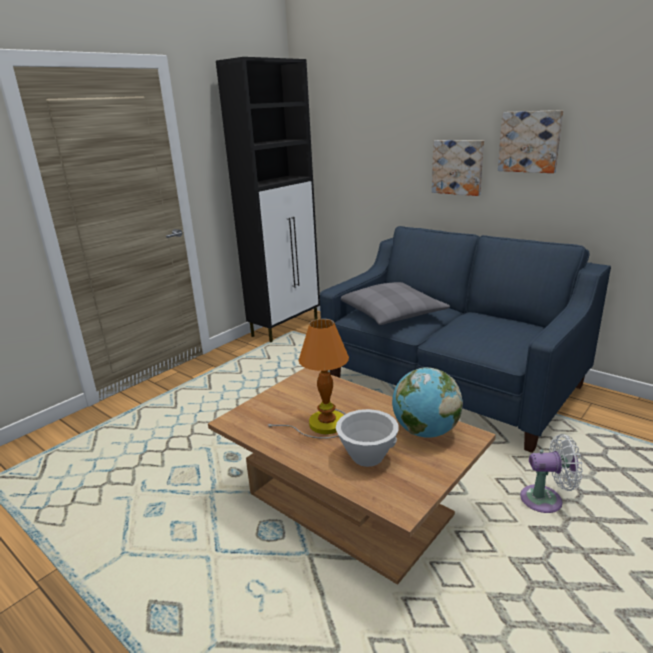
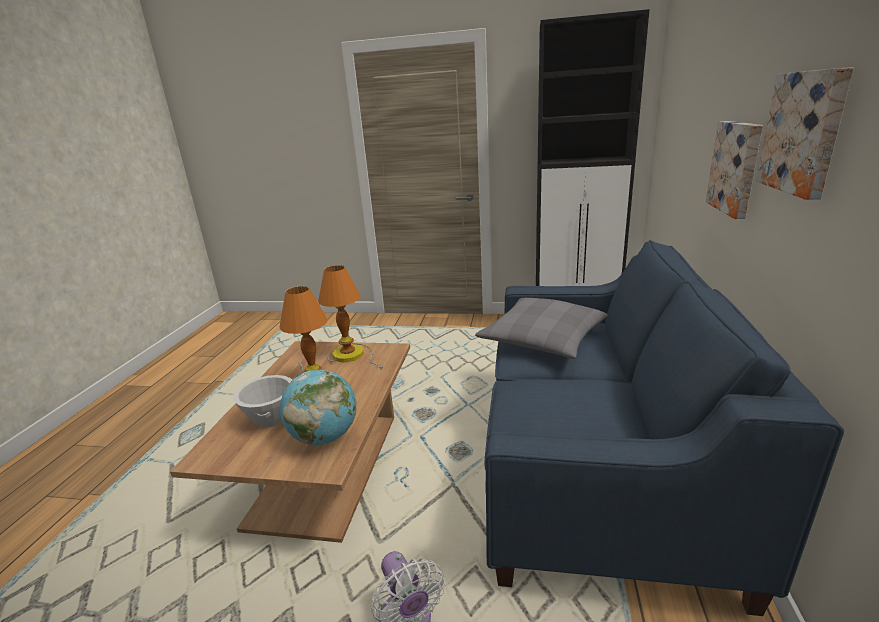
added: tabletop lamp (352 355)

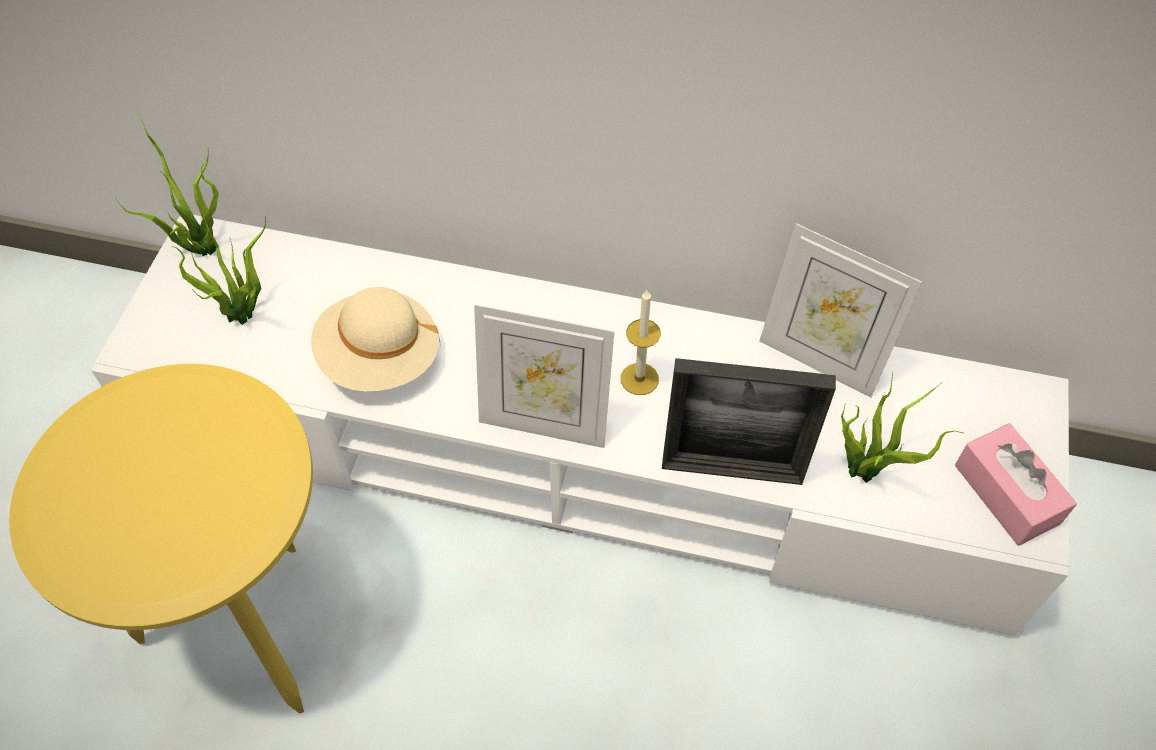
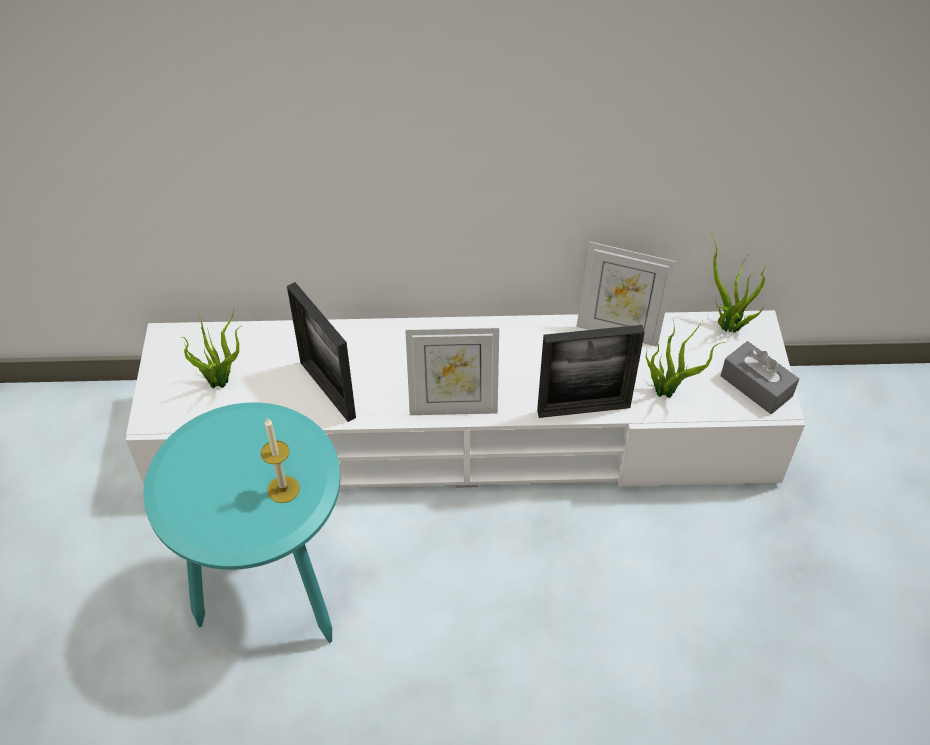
moved: houseplant (200 247) to (727 327); wax light (639 379) to (283 489)
replaced: hat in beige (379 358) to photo frame (327 389)
recoloured: accent table in yellowish (251 623) to accent table in blue-green (274 595); tissue holder in pinkish (1006 494) to tissue holder in greyish (756 386)

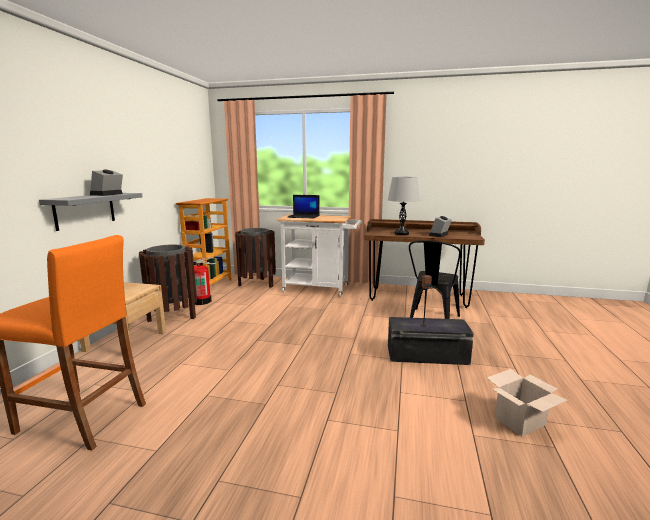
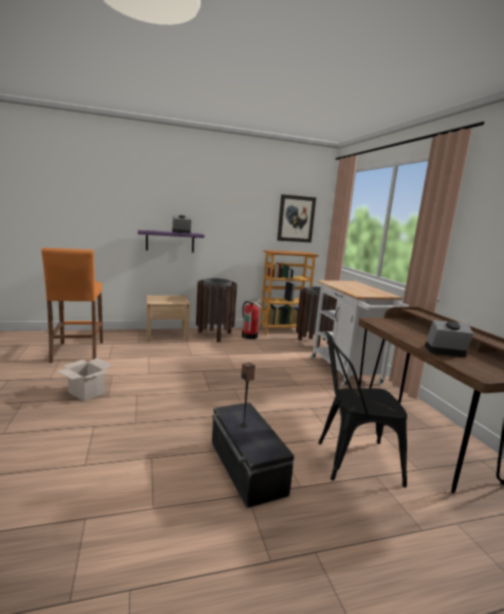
removed: laptop (304 216); tabletop lamp in greyish (401 234)
added: picture (296 219)
moved: carton (520 422) to (85 392)
recoloured: shelf in greyish (85 210) to shelf in purple (170 241)

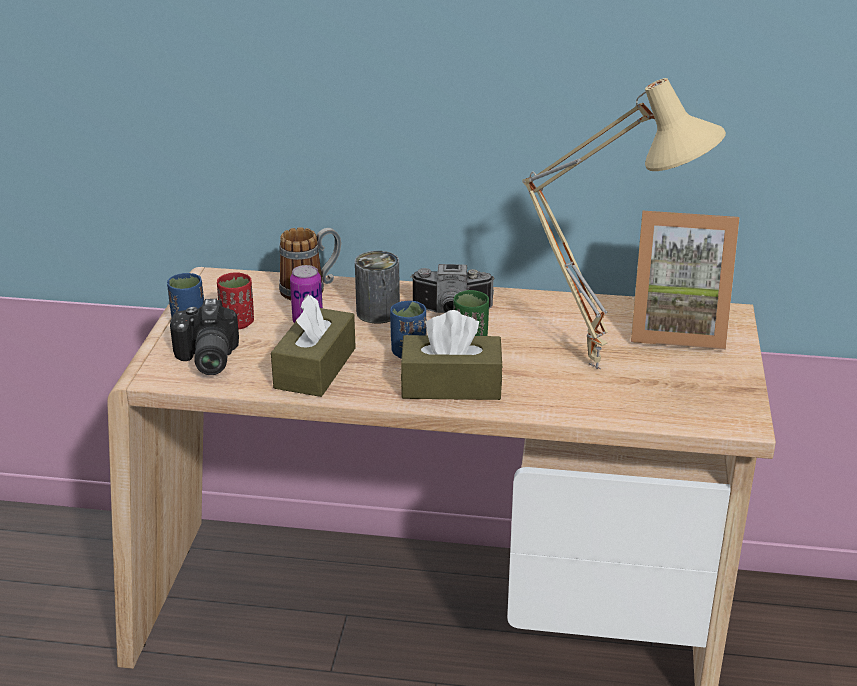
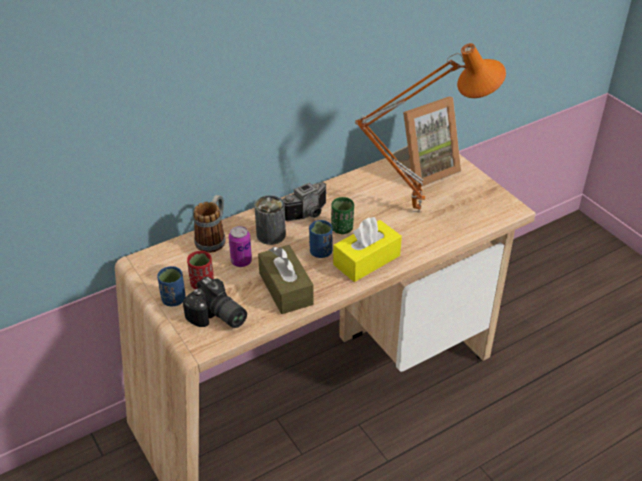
recoloured: tissue holder in brown-coloured (451 385) to tissue holder in yellowish (366 260); tabletop lamp in beige (598 365) to tabletop lamp in orange-coloured (417 210)

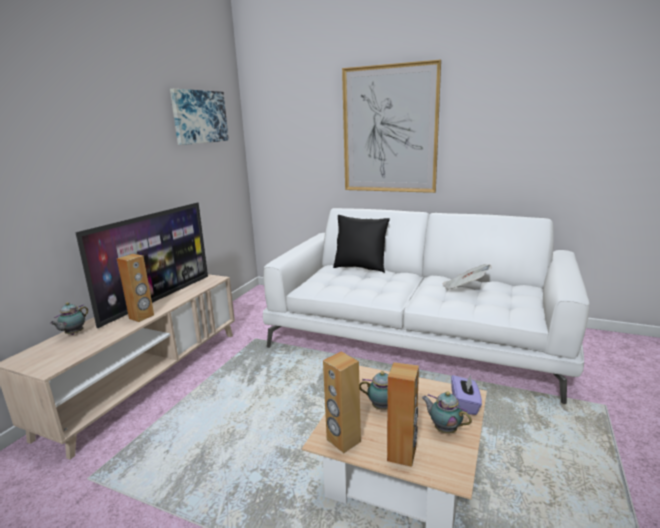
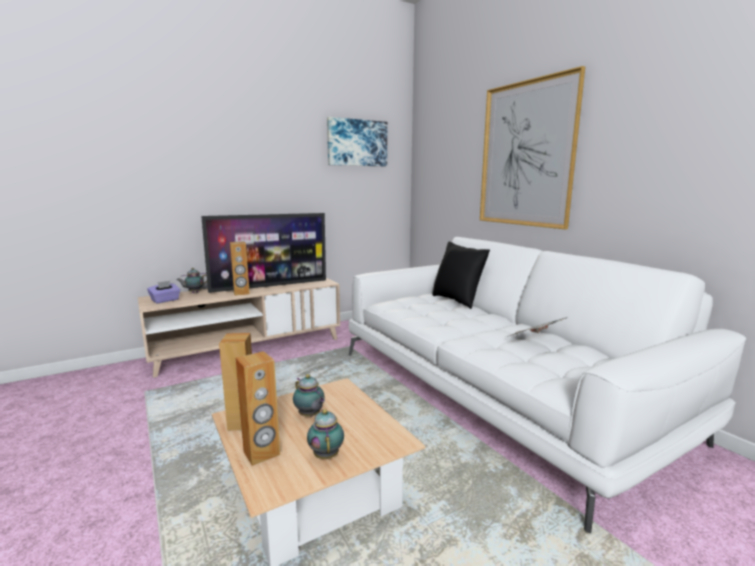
moved: tissue holder in purple (465 404) to (165 300)

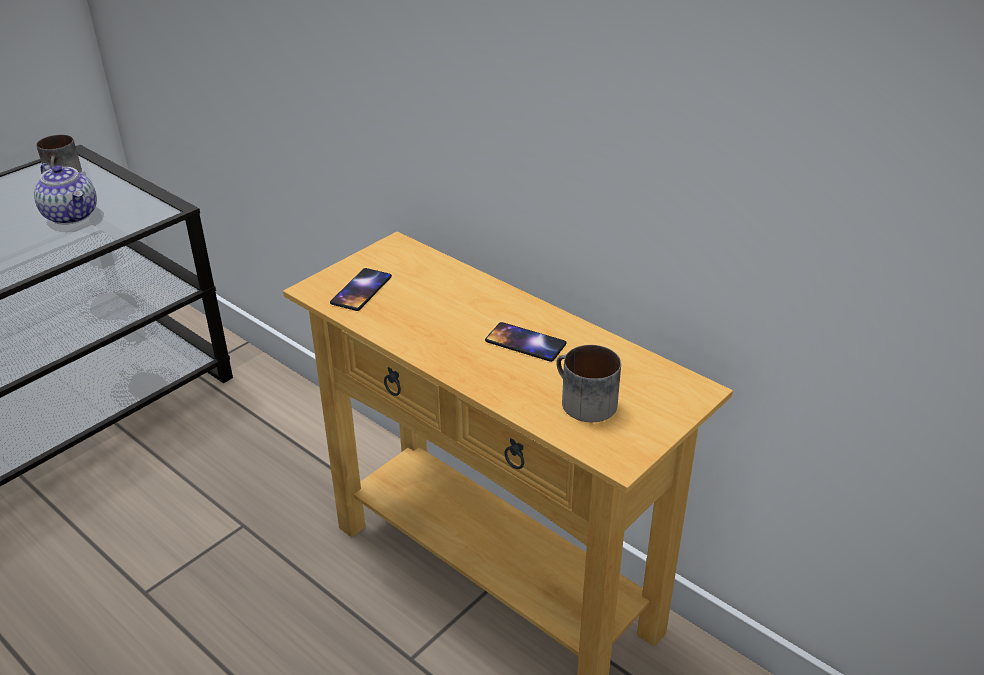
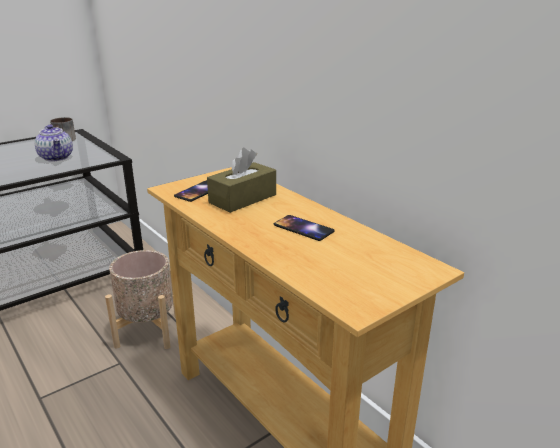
removed: coffee mug (582 402)
added: planter in beige (148 331); tissue holder in brown-coloured (243 199)

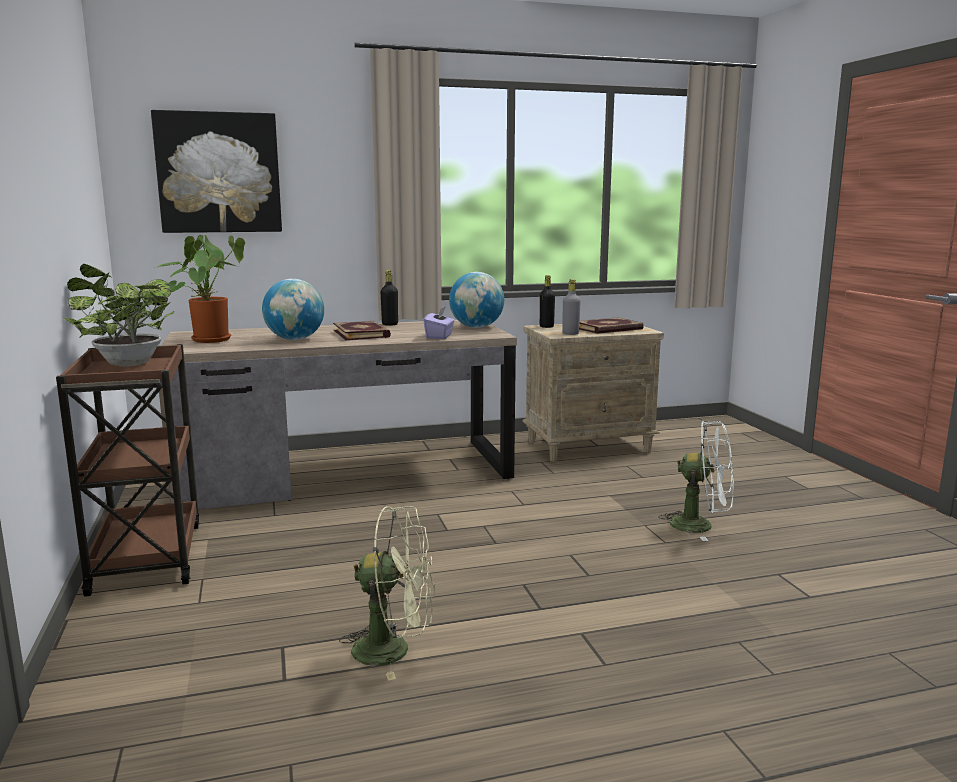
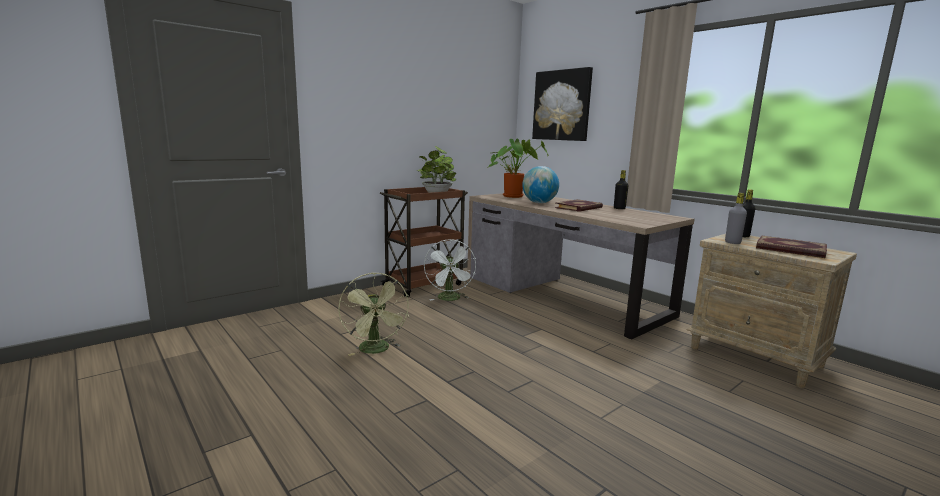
removed: tissue holder in purple (439 336); world globe (476 327)
moved: fan in whitish (701 526) to (450 299)

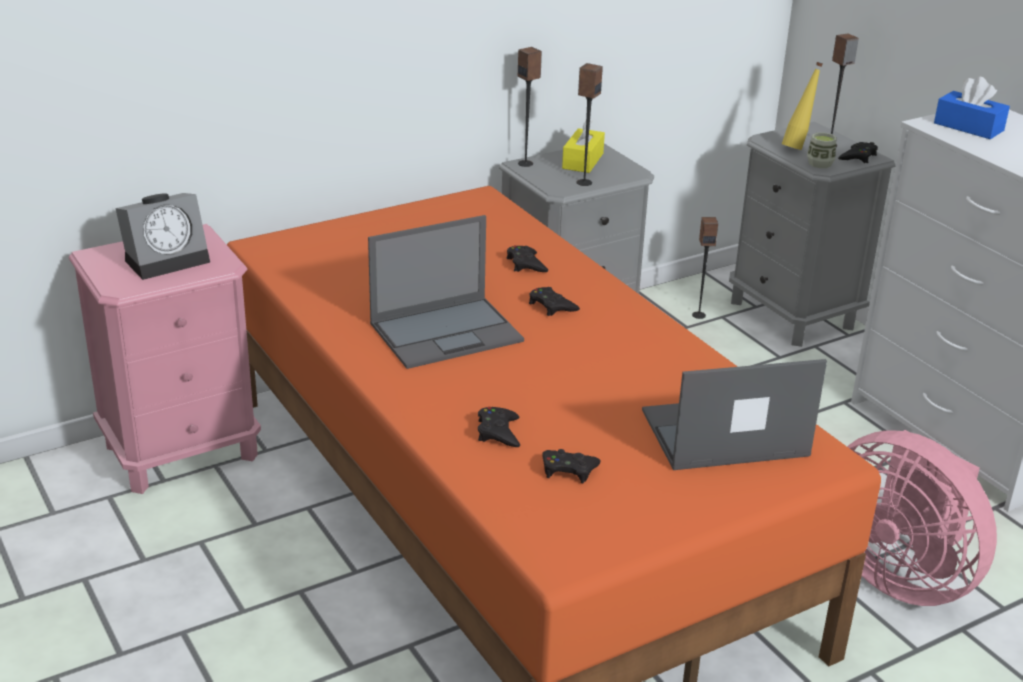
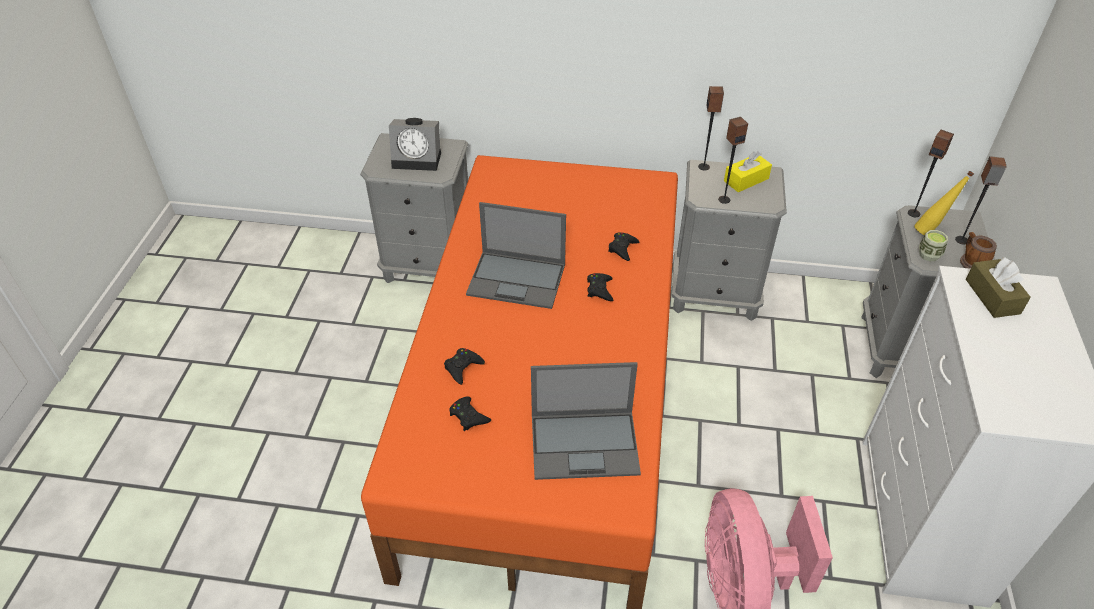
moved: speaker (698 315) to (914 213)
replaced: game controller in black-coloured (858 157) to coffee mug (972 261)
recoloured: night table in pinkish (182 451) to night table in greyish (429 265); tissue holder in blue (968 127) to tissue holder in brown-coloured (992 296)
turned: laptop (722 434) = (586 444) 150 degrees clockwise

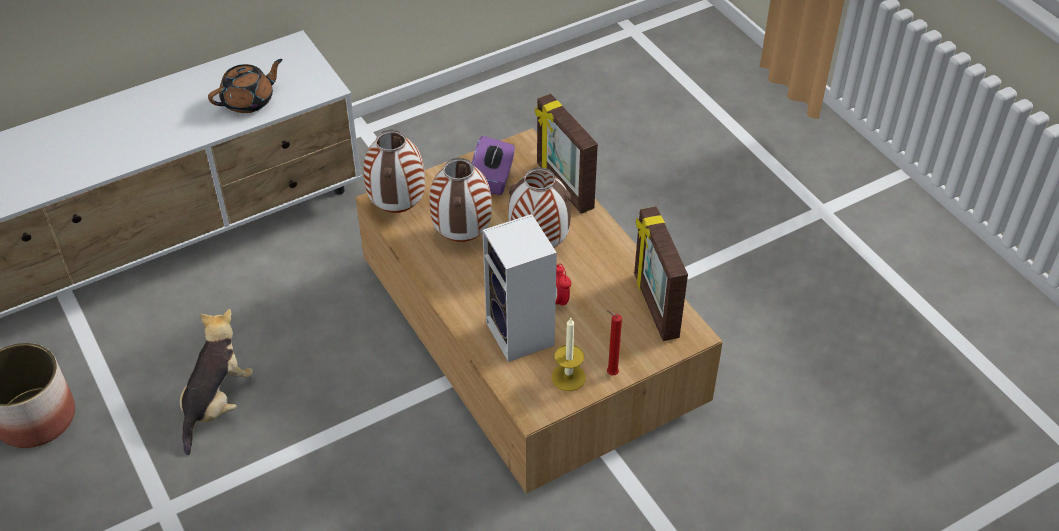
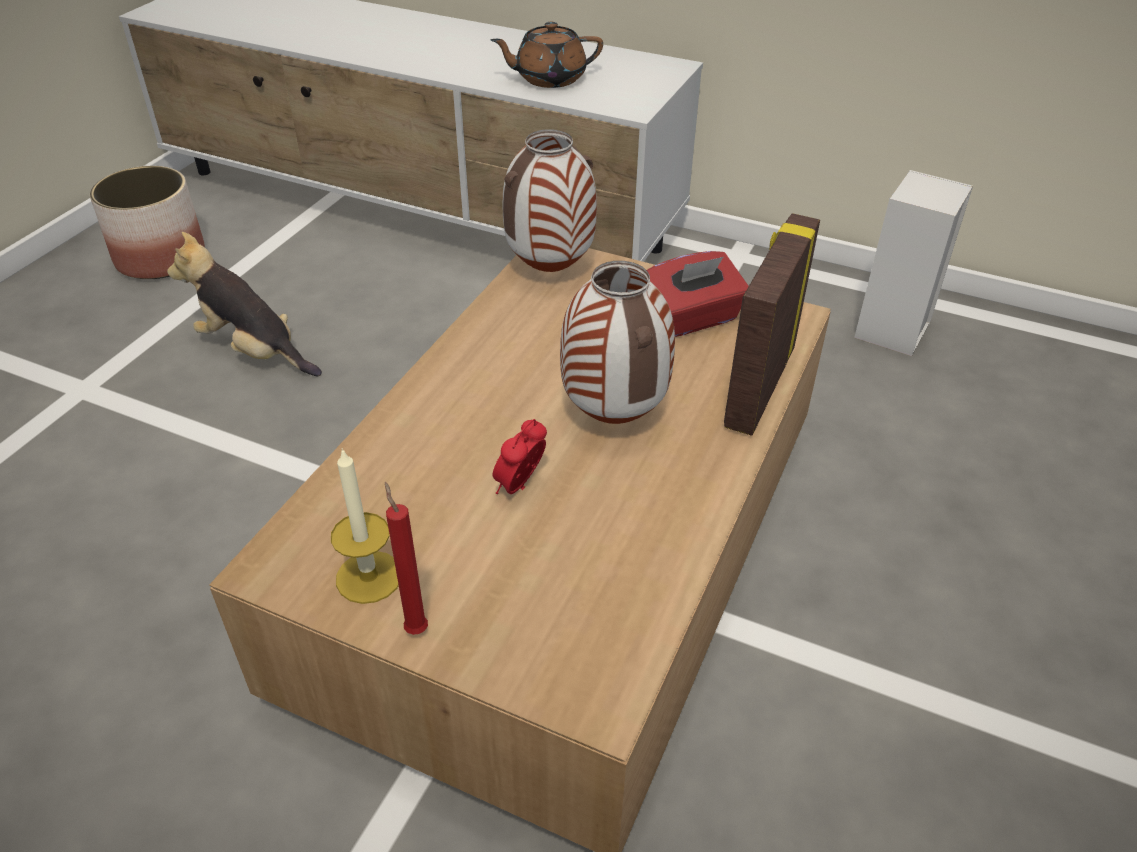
removed: decorative vase (461 236); photo frame (654 306)
moved: speaker (522 335) to (893 332)
recoloured: tissue holder in purple (493 179) to tissue holder in red (692 318)
turned: plush toy (217 403) = (254 351) 135 degrees counterclockwise; tea pot in brown-coloured (249 101) = (549 78) 150 degrees clockwise

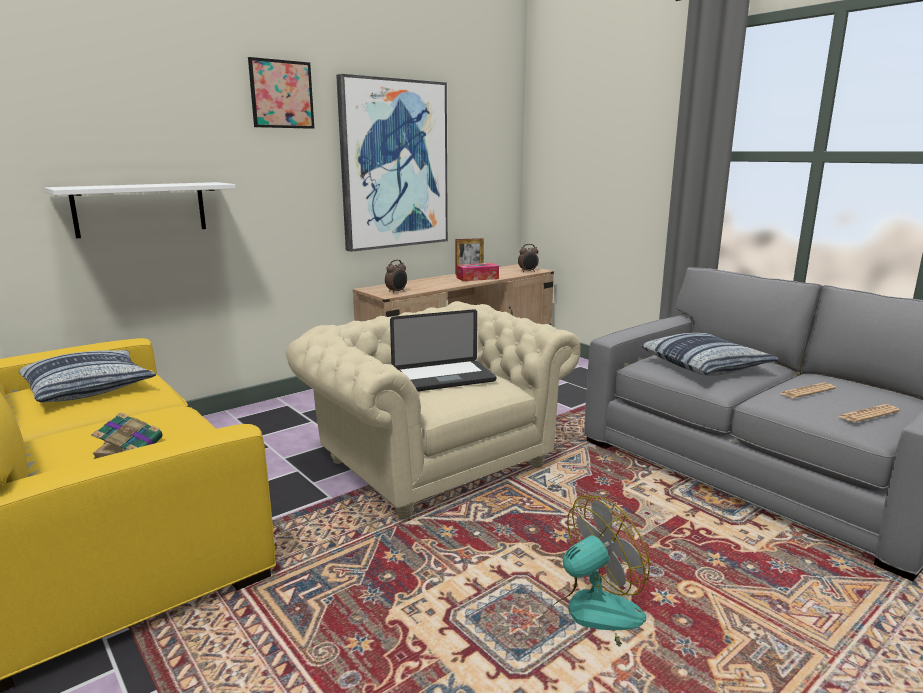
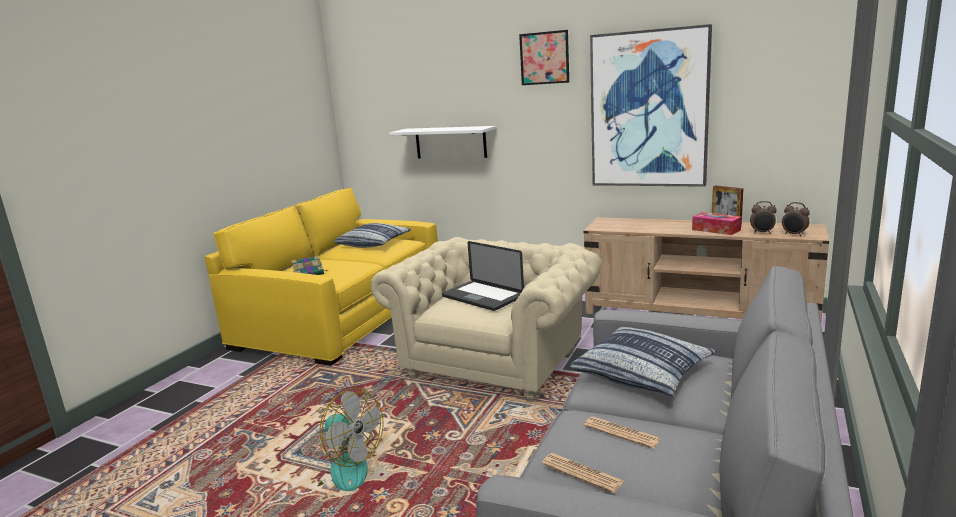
moved: bedside clock (397 292) to (762 233)

